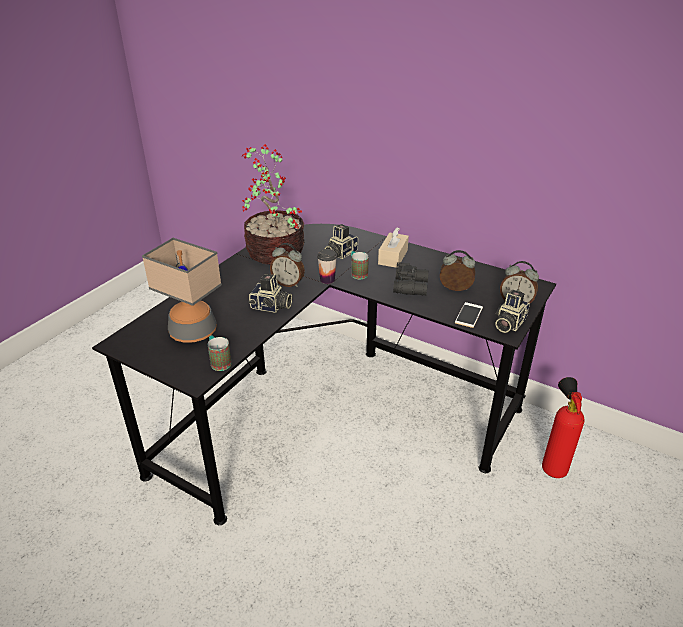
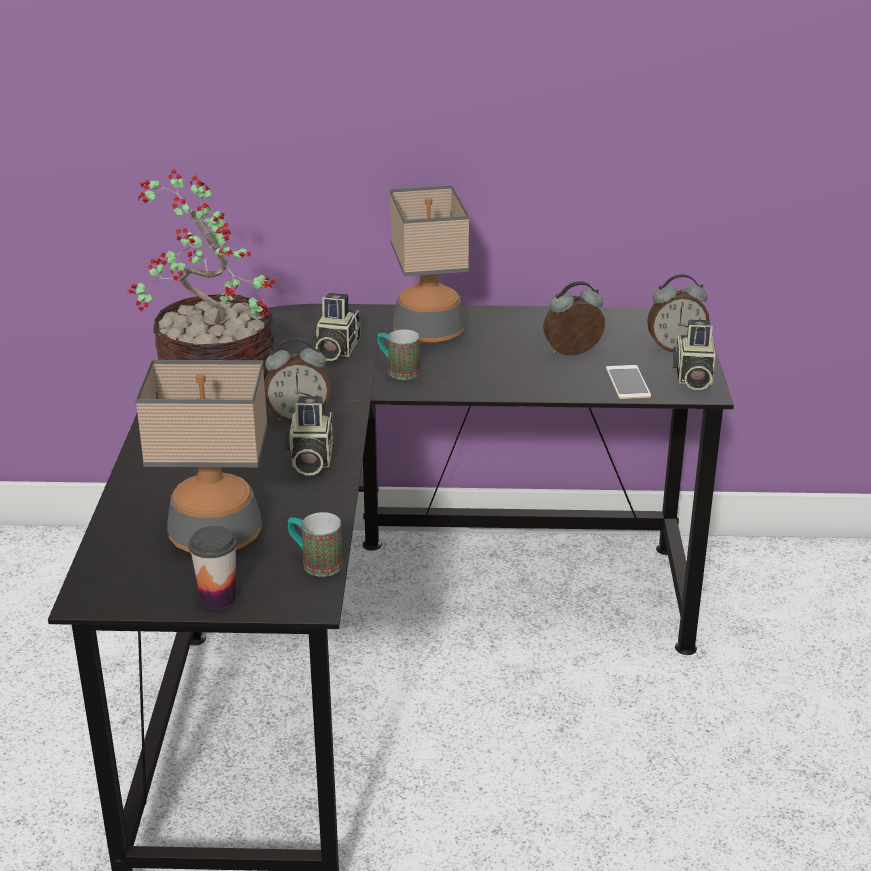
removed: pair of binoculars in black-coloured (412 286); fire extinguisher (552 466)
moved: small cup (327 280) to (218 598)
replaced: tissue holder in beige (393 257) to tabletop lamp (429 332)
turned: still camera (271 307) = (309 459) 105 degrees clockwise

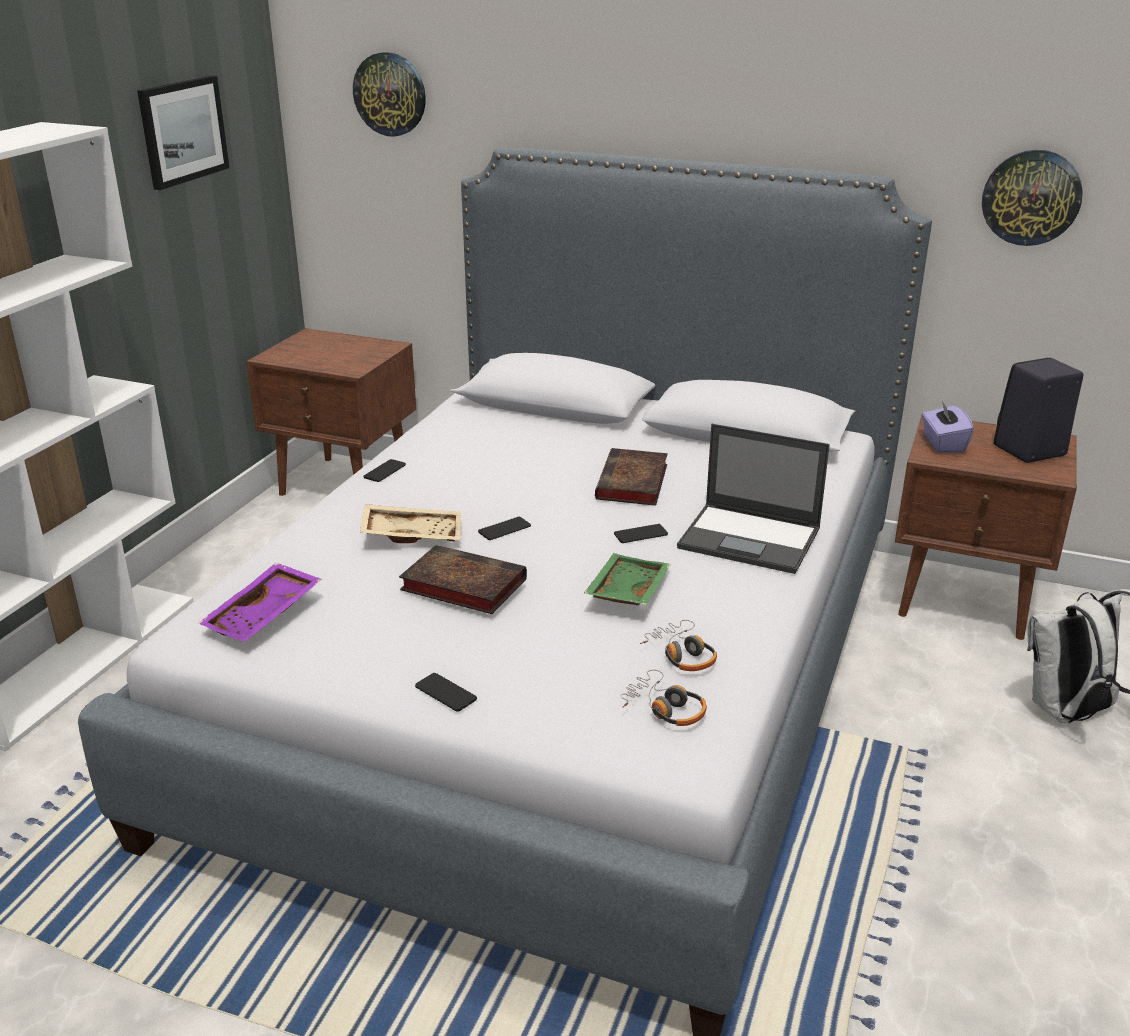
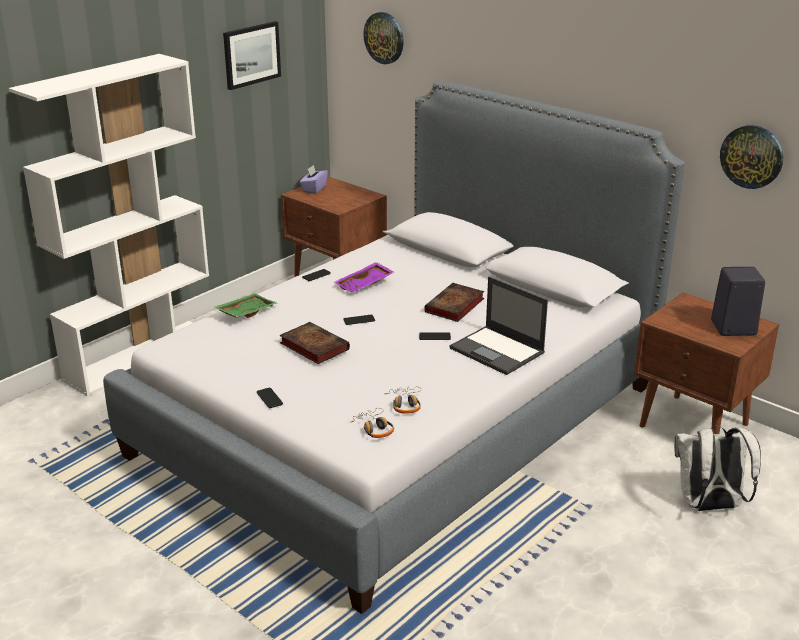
removed: tray in beige (412 534)
moved: tray in purple (264 615) to (365 285); tray in green (626 591) to (245 312); tissue holder in purple (943 444) to (314 189)

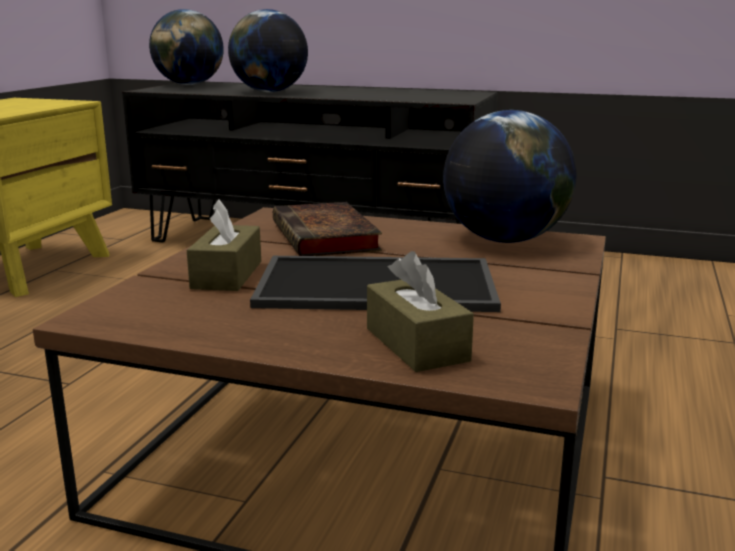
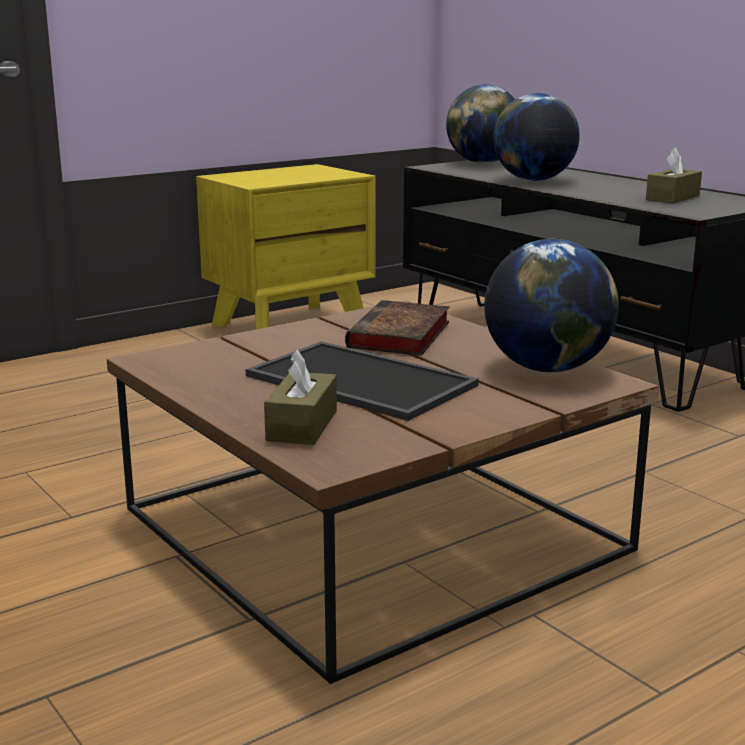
moved: tissue holder in brown-coloured (227 275) to (672 198)

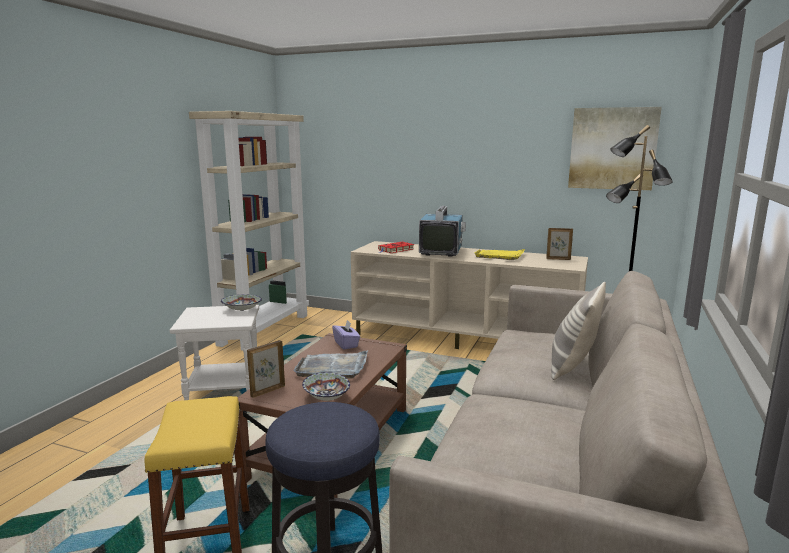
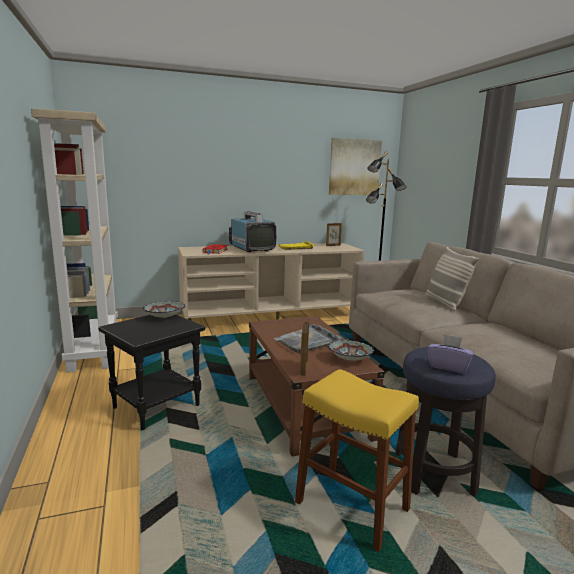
moved: tissue holder in purple (346 344) to (448 366)
recoloured: accent table in whitish (225 394) to accent table in black-coloured (156 406)

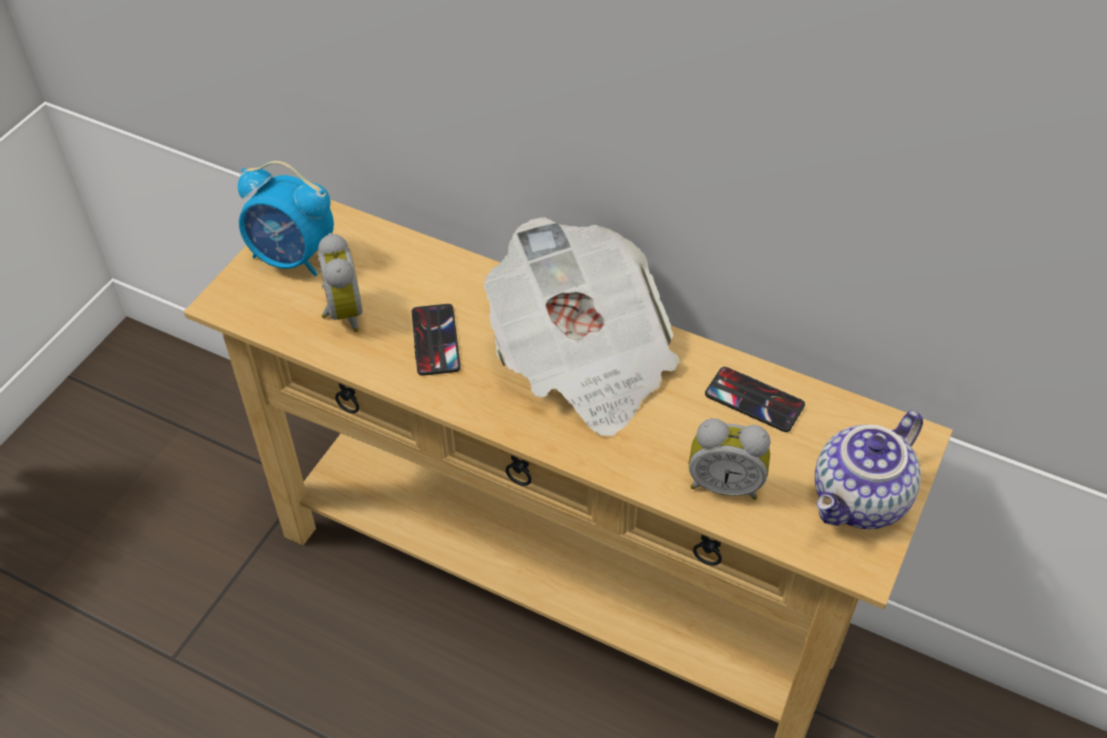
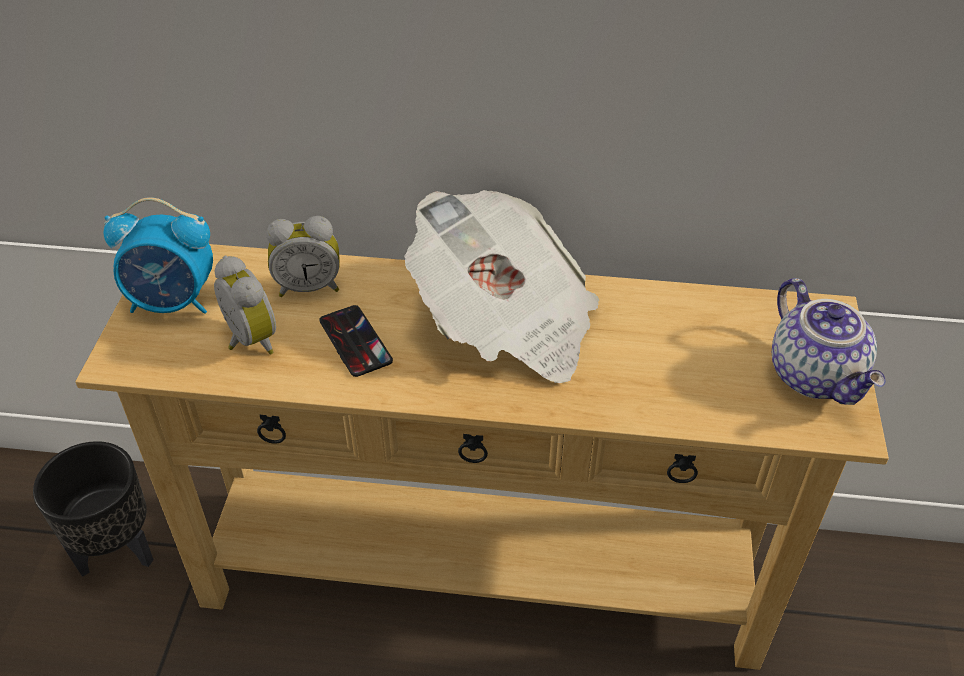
removed: telephone (754 400)
added: planter in black-coloured (118 552)
moved: bedside clock (724 483) to (309 286)
turned: tea pot (861 501) = (817 376) 45 degrees counterclockwise

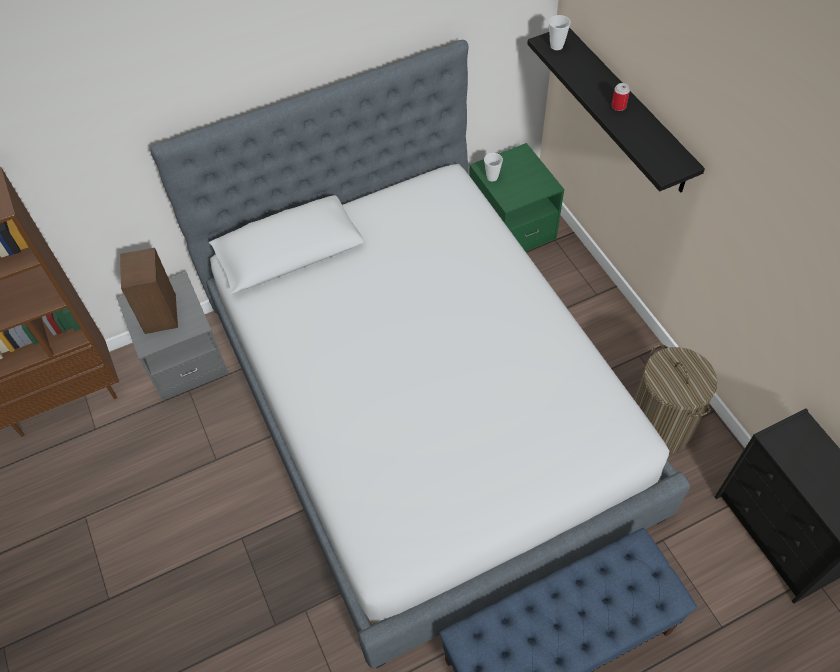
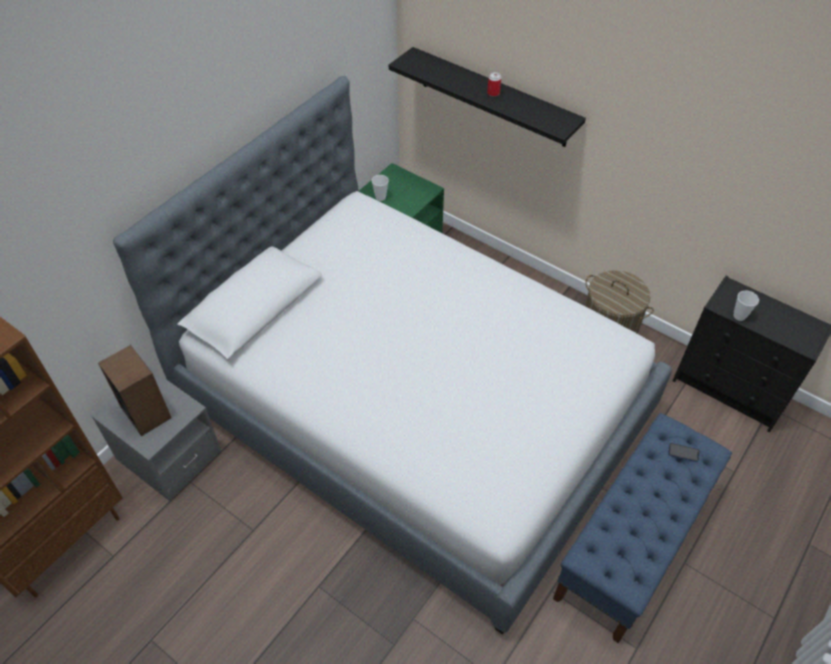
added: telephone (683 453)
moved: small cup (556 46) to (739 316)

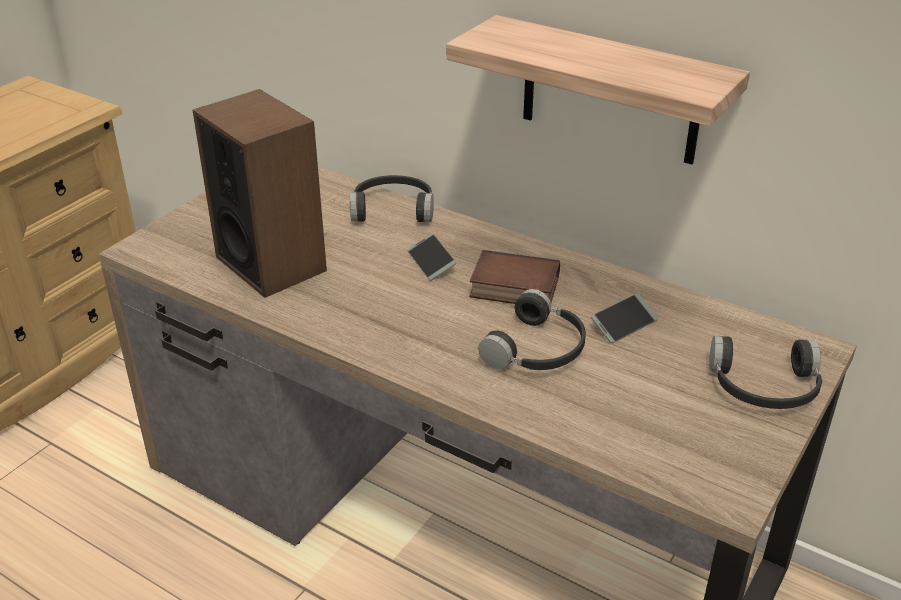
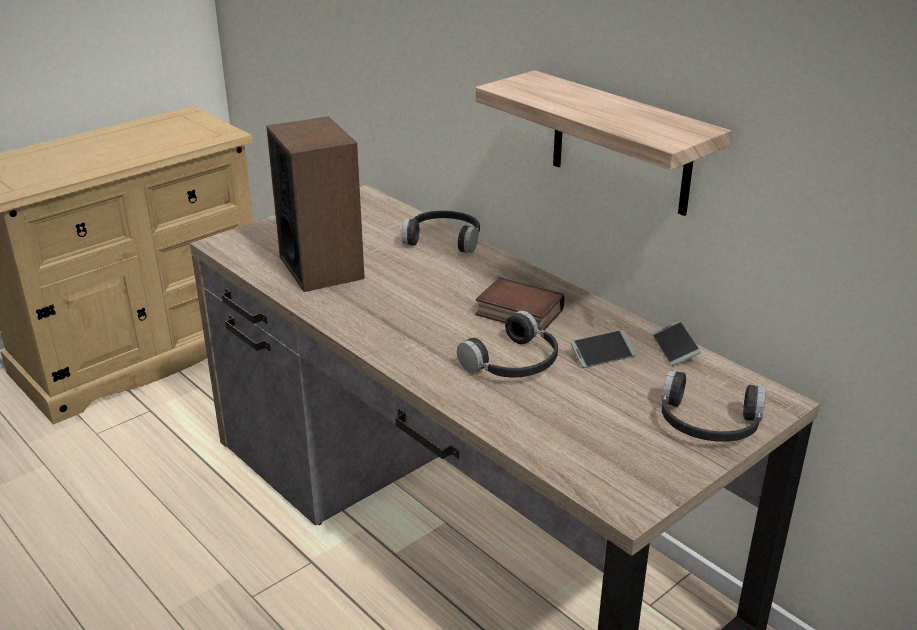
moved: telephone (431 262) to (675 349)

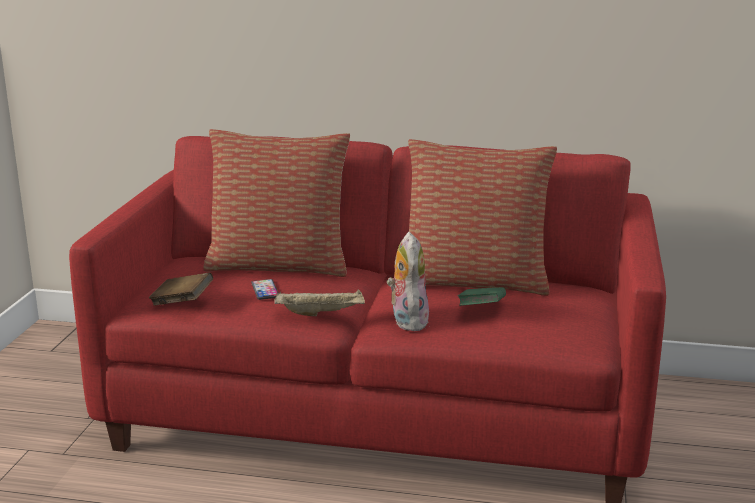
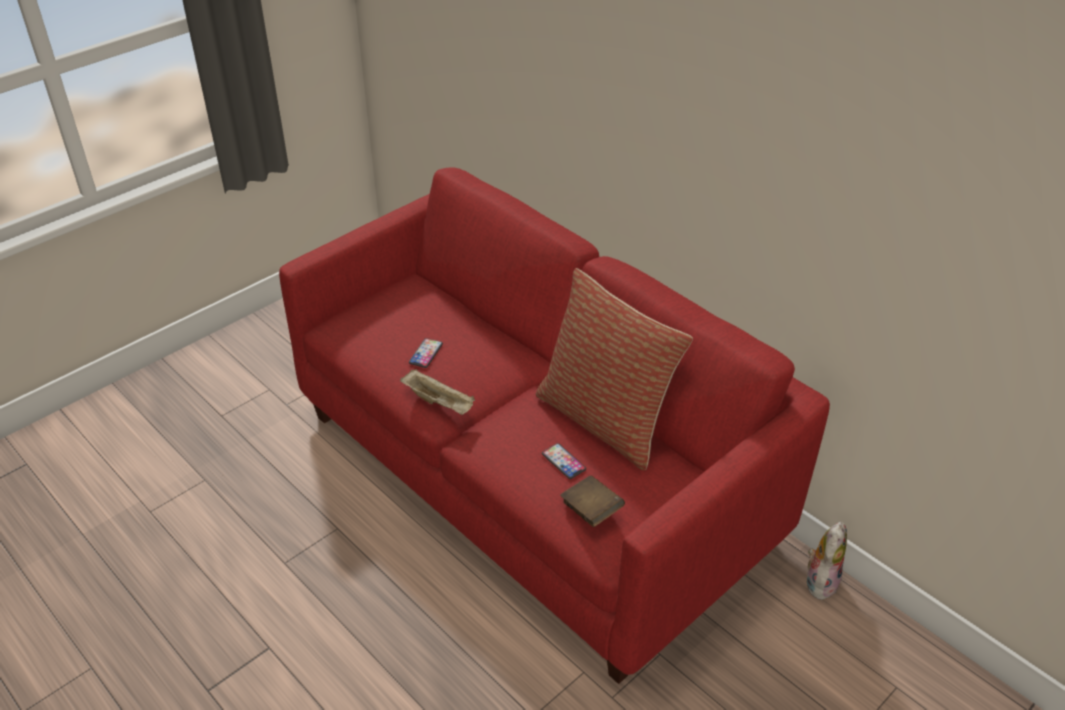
removed: cushion (279 265)
moved: volume in brown-coloured (182 302) to (591 510); plush toy (407 320) to (820 581)
replaced: volume in green (481 310) to telephone (563 462)

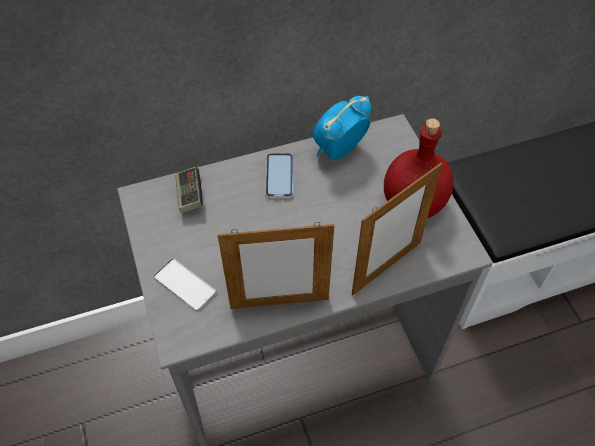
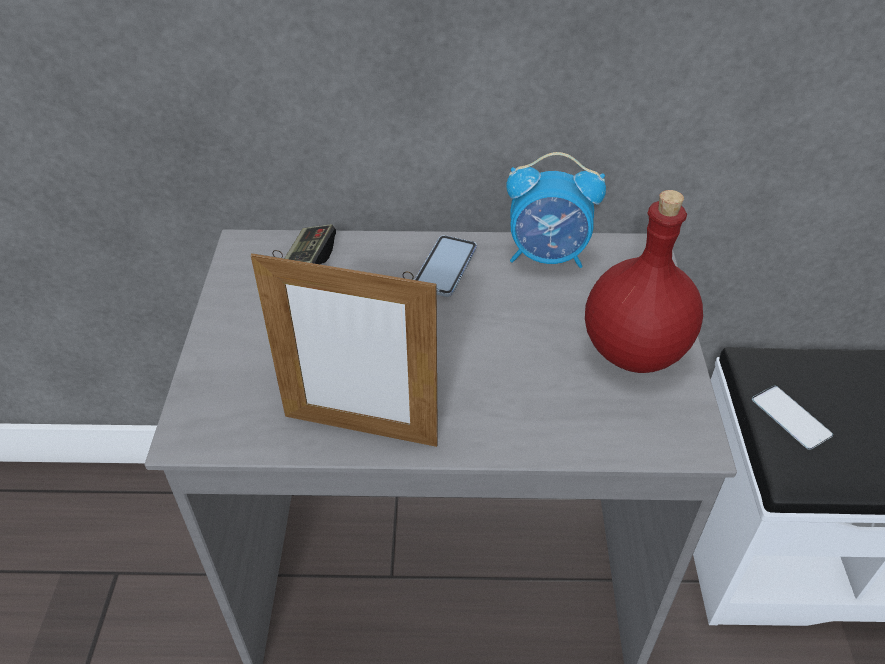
removed: photo frame (386 267)
moved: telephone (184 284) to (790 417)
turned: bedside clock (338 150) = (548 256) 150 degrees counterclockwise

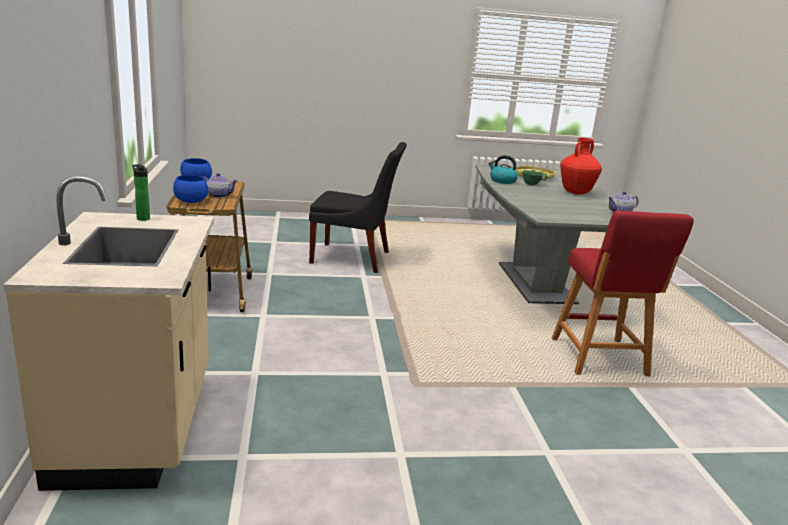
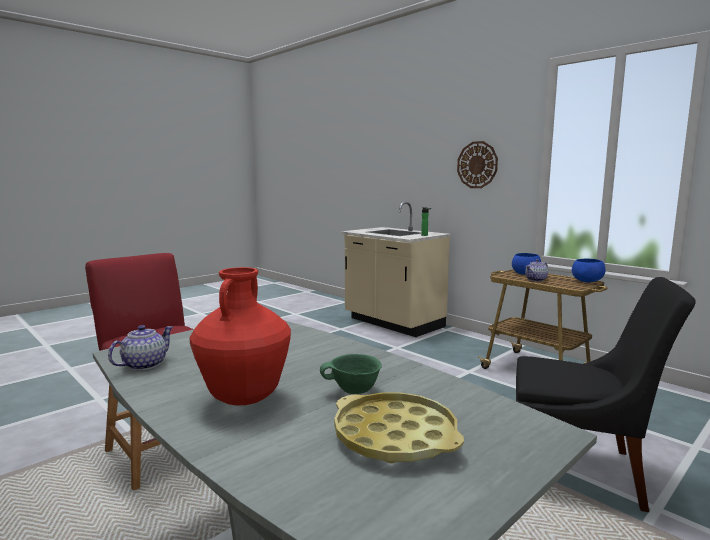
removed: kettle (502 181)
added: hanging clock (477 165)
turned: plain chair in black-coloured (354 258) = (581 470) 135 degrees counterclockwise

